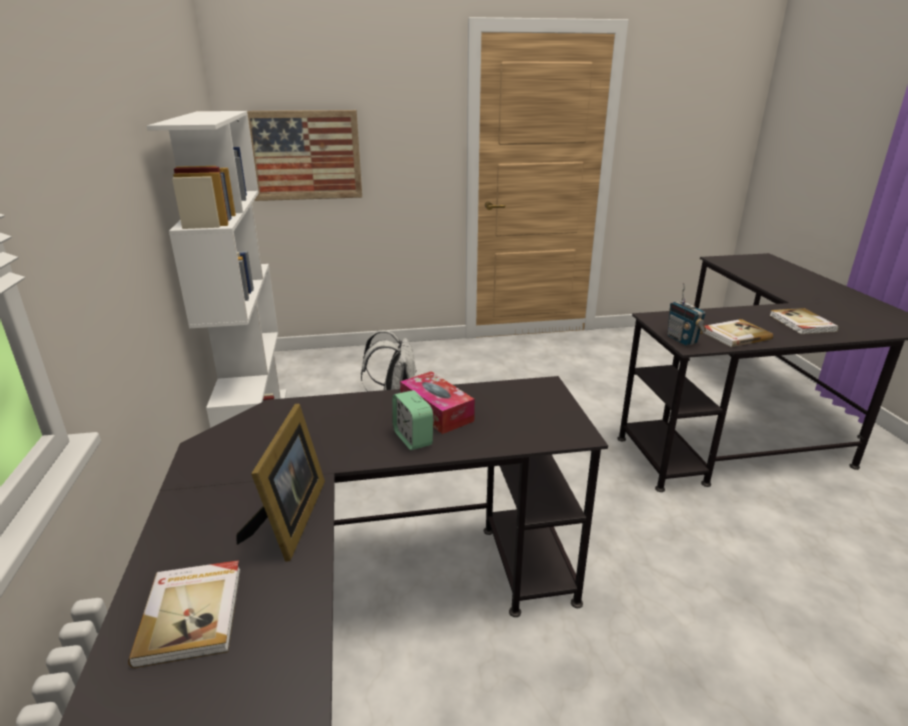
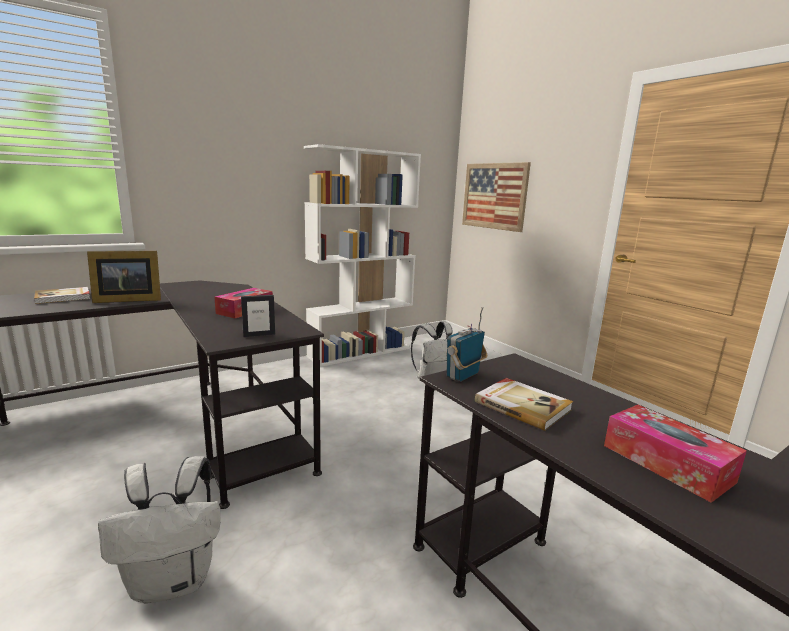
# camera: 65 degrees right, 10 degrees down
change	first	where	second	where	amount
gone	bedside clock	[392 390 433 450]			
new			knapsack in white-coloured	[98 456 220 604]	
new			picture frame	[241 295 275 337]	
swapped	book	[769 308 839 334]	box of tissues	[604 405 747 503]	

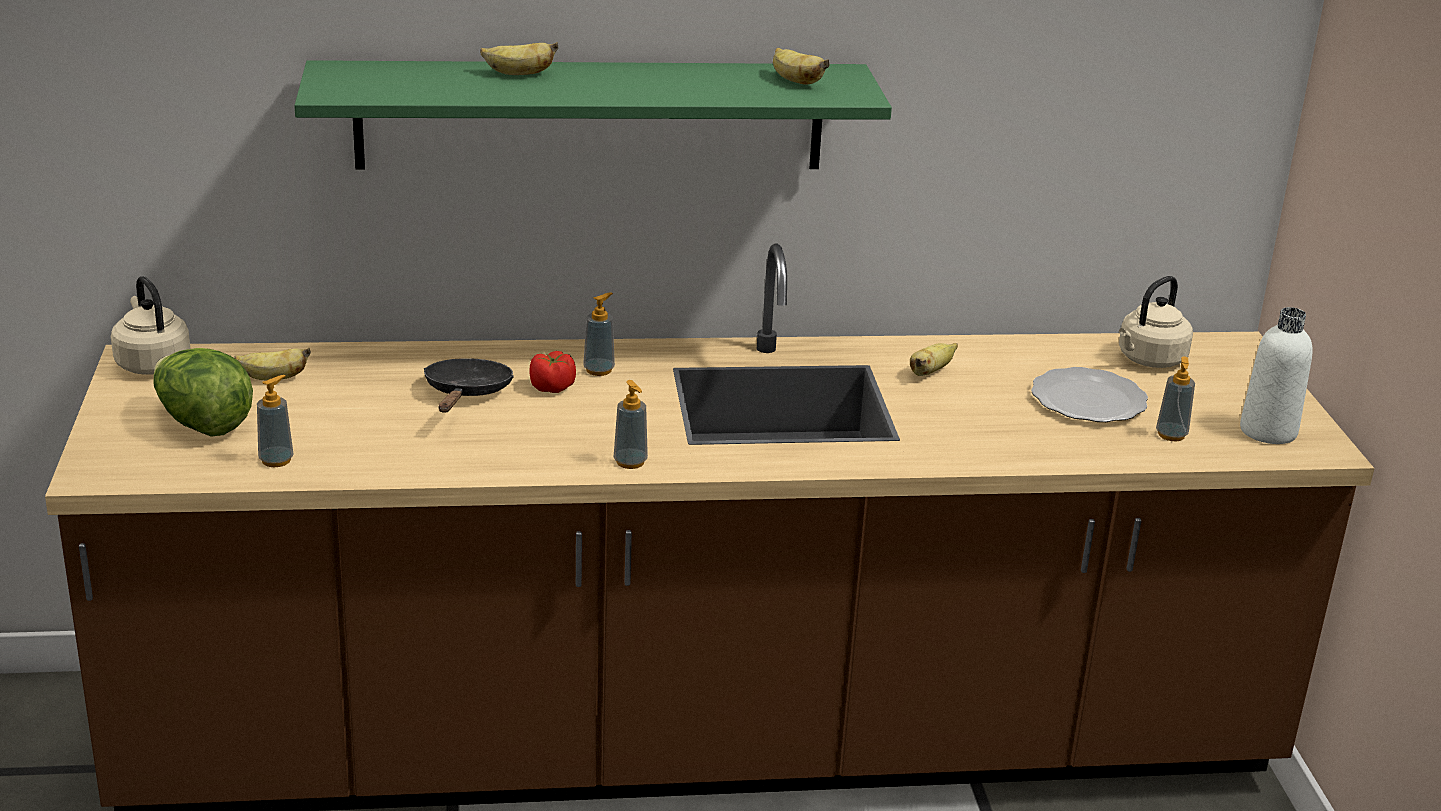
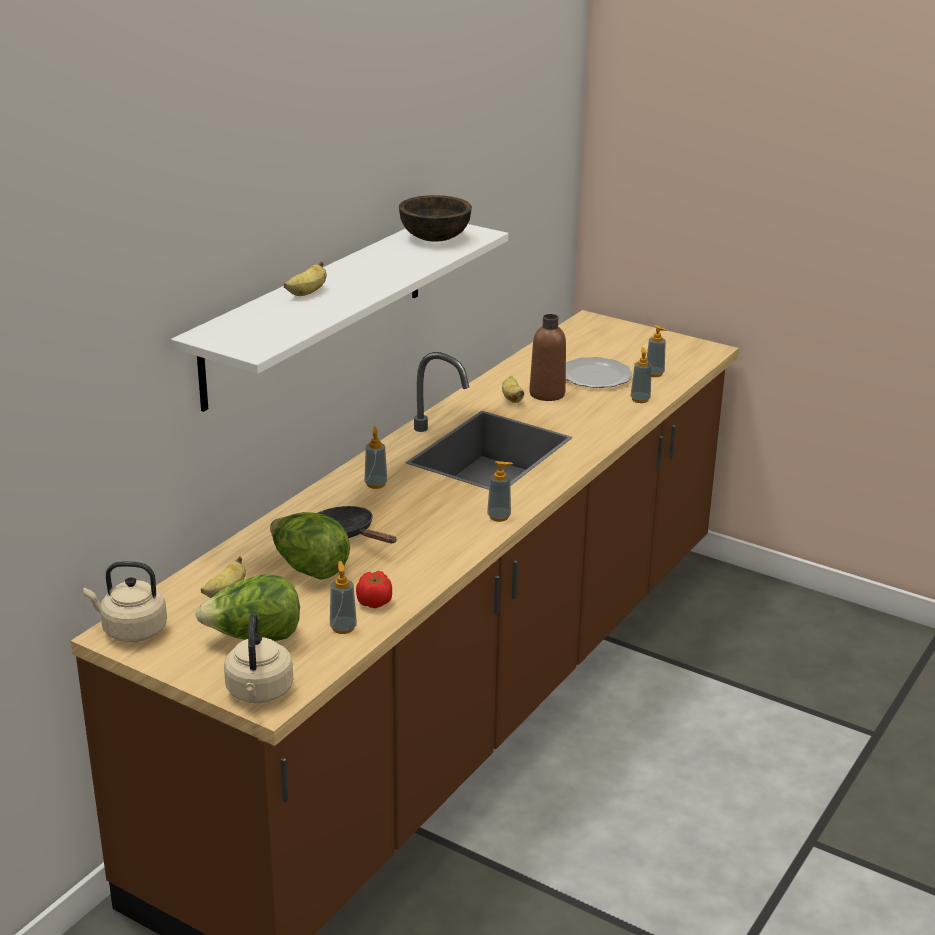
# camera: 50 degrees left, 0 degrees up
change	first	where	second	where	amount
gone	beverage bottle in white-coloured	[1240 307 1312 444]			
new			head of lettuce	[270 512 350 580]	
new			beverage bottle in brownish	[529 314 566 401]	
new			soap dispenser	[631 347 652 403]	
shifted	tomato	[529 351 576 393]		[356 571 392 608]	
shifted	water kettle in beige-coloured	[1119 276 1193 368]		[224 613 293 703]	
swapped	whole banana	[773 48 830 85]	bowl in brownish	[399 195 472 242]	
repainted	bracket shelf in green	[294 60 892 169]	bracket shelf in white-coloured	[171 224 508 412]	

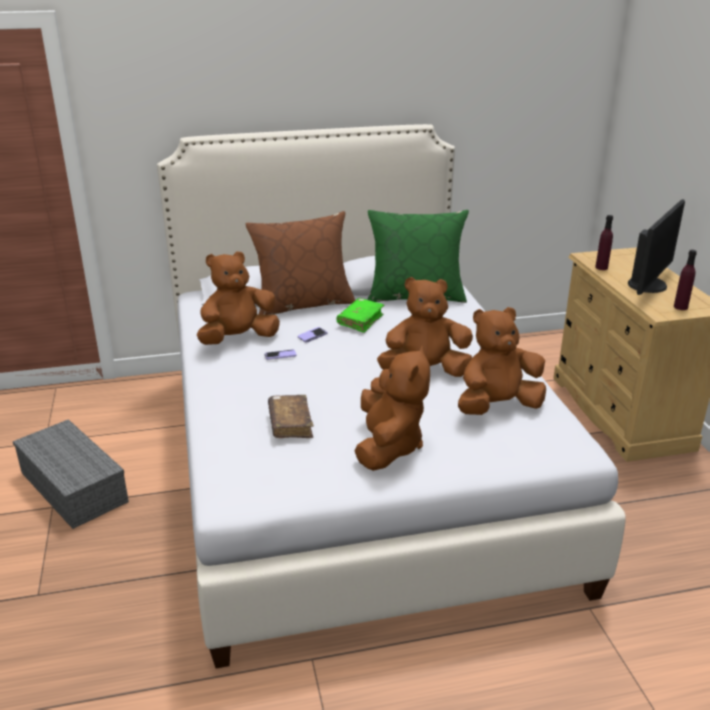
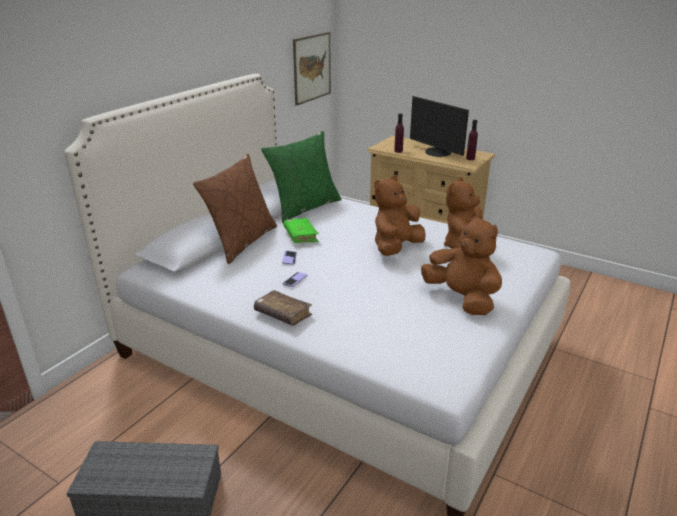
# camera: 45 degrees left, 0 degrees up
change	first	where	second	where	amount
gone	soft toy in brownish	[197 251 280 345]			
new			wall art	[293 32 331 106]	
shifted	book in brownish	[268 395 314 438]		[254 290 312 326]	
rotated	computer screen	[628 199 685 295]		[410 96 469 157]	150 degrees clockwise

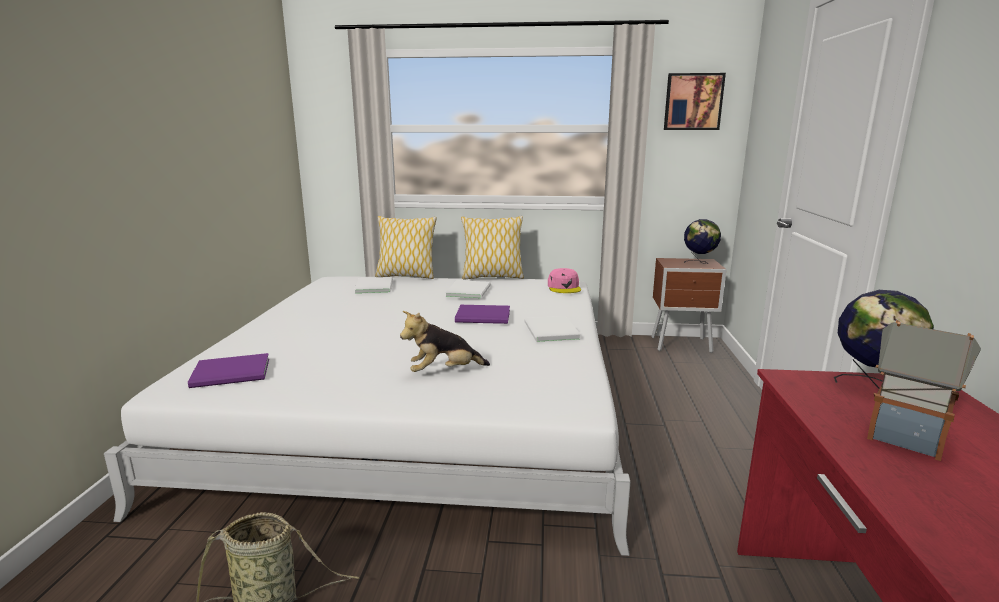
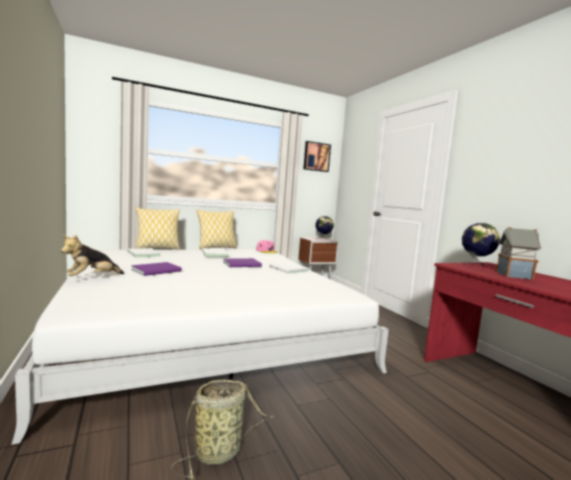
# camera: 30 degrees left, 10 degrees down
change	first	where	second	where	amount
shifted	book in purple-coloured	[188 353 269 388]		[131 262 182 276]	
shifted	soft toy	[400 311 490 372]		[61 235 124 276]	

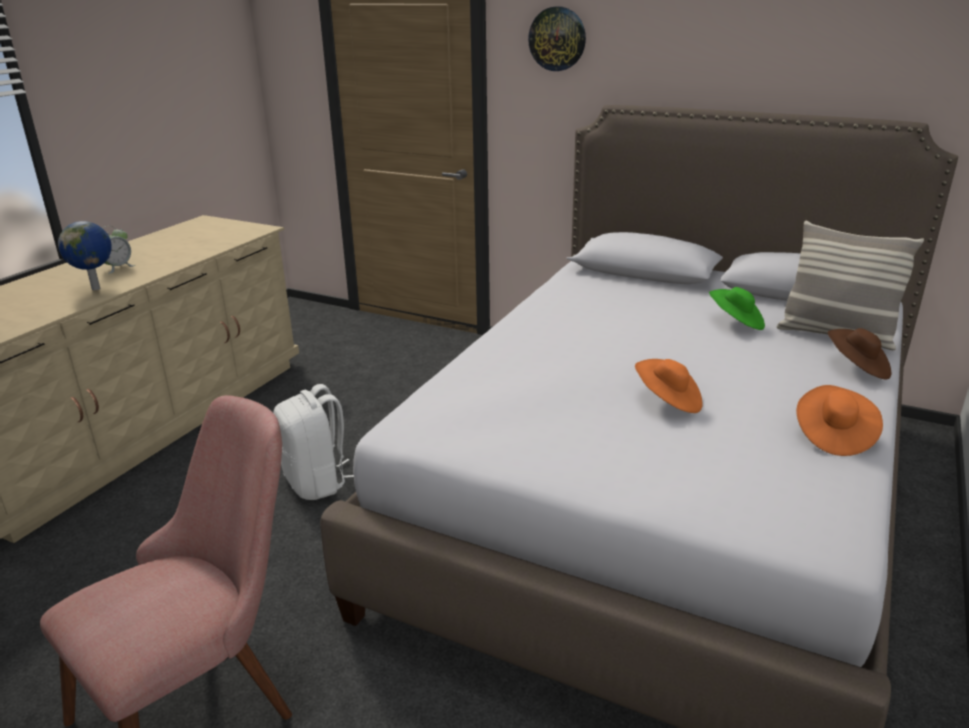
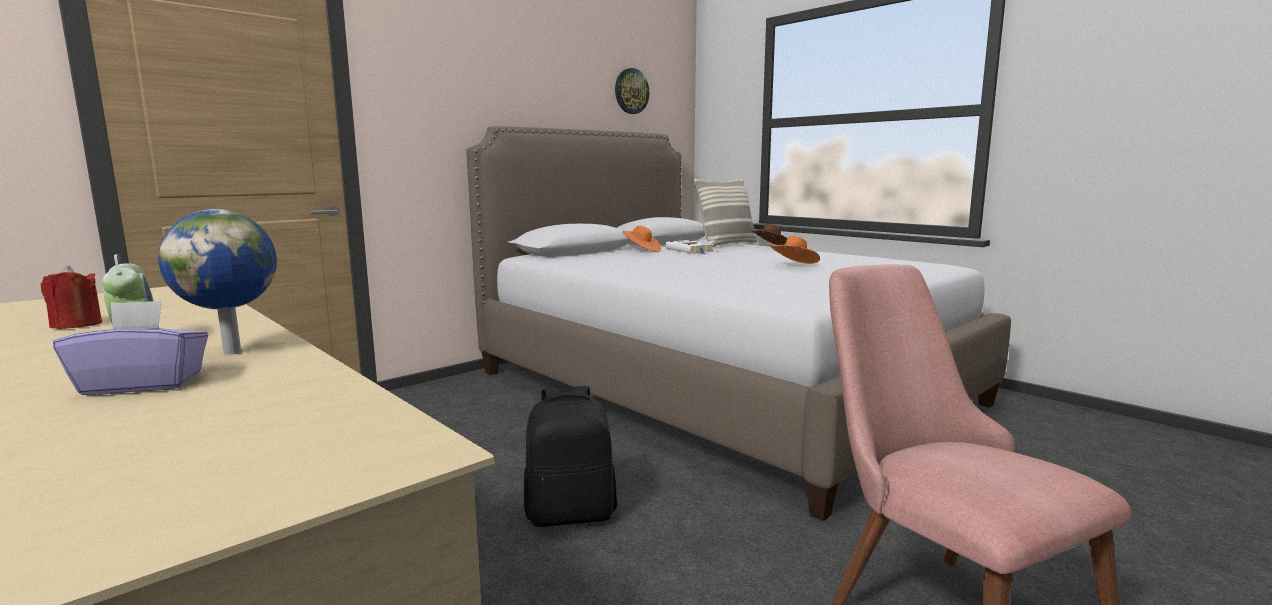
# camera: 70 degrees left, 15 degrees down
change	first	where	second	where	amount
new			wax candle in red	[41 266 102 329]	
new			box of tissues in purple-coloured	[53 300 208 395]	
shifted	wall clock	[528 6 586 71]		[615 68 649 114]	
shifted	hat in orangey	[796 385 883 456]		[622 225 661 252]	
swapped	hat in green	[709 287 765 330]	book in white-coloured	[665 240 714 254]	
repainted	knapsack in white-coloured	[273 384 354 500]	knapsack in blackish	[524 386 617 527]	

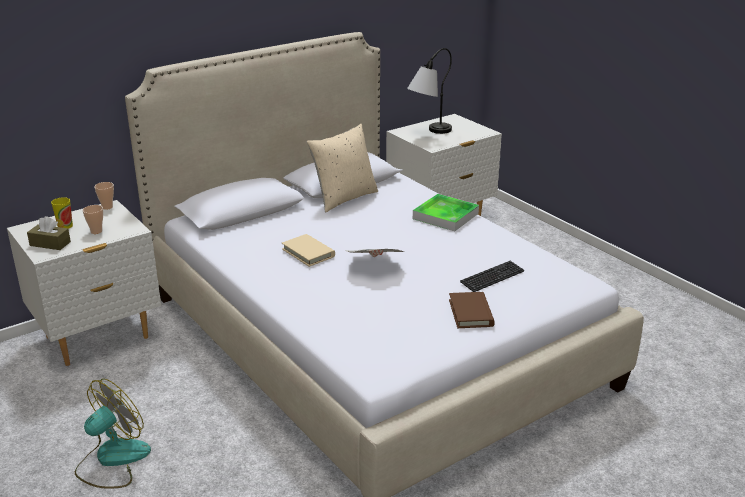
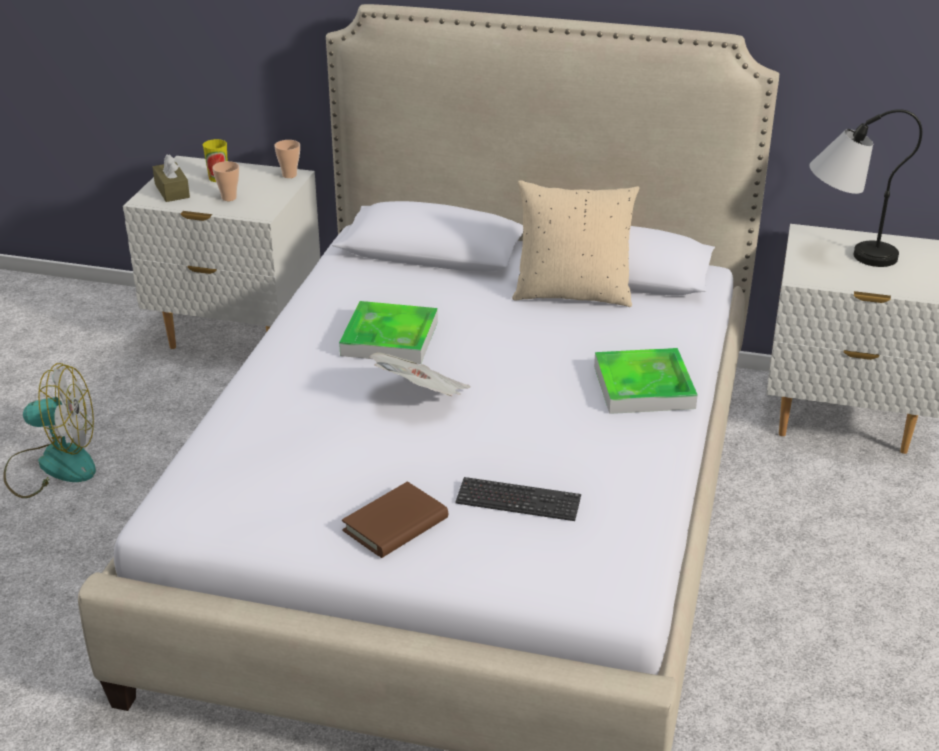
# camera: 50 degrees right, 5 degrees up
change	first	where	second	where	amount
swapped	book in beige-coloured	[282 234 335 267]	tray	[339 301 438 364]	

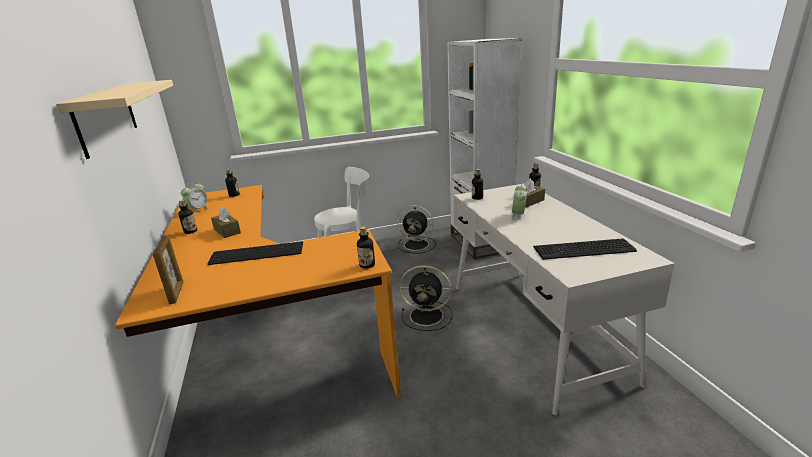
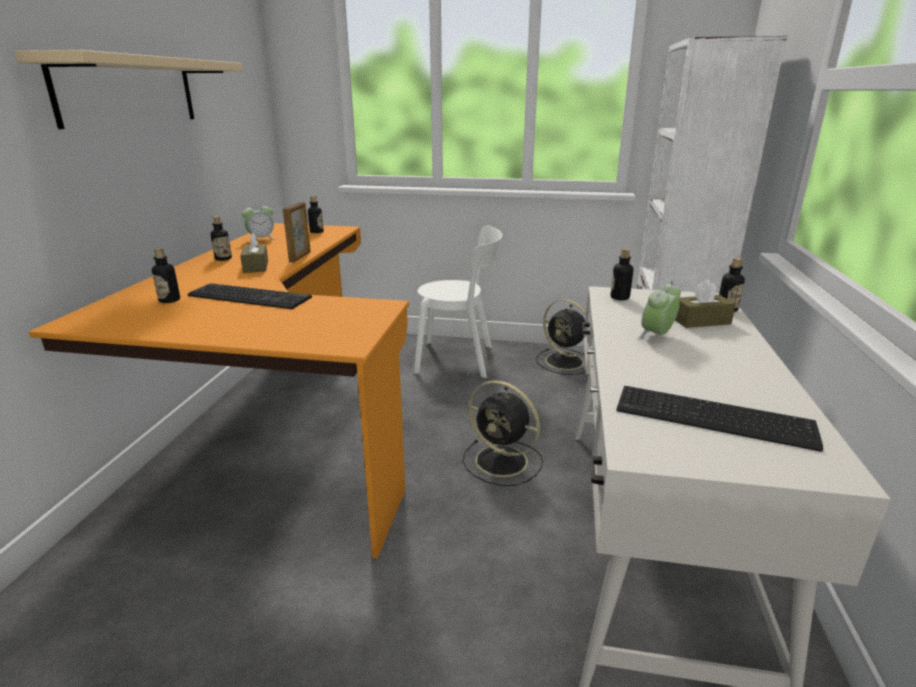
# camera: 25 degrees right, 0 degrees up
change	first	where	second	where	amount
shifted	picture frame	[153 236 183 304]		[283 201 311 263]	
shifted	beverage bottle	[357 227 375 269]		[152 248 180 303]	

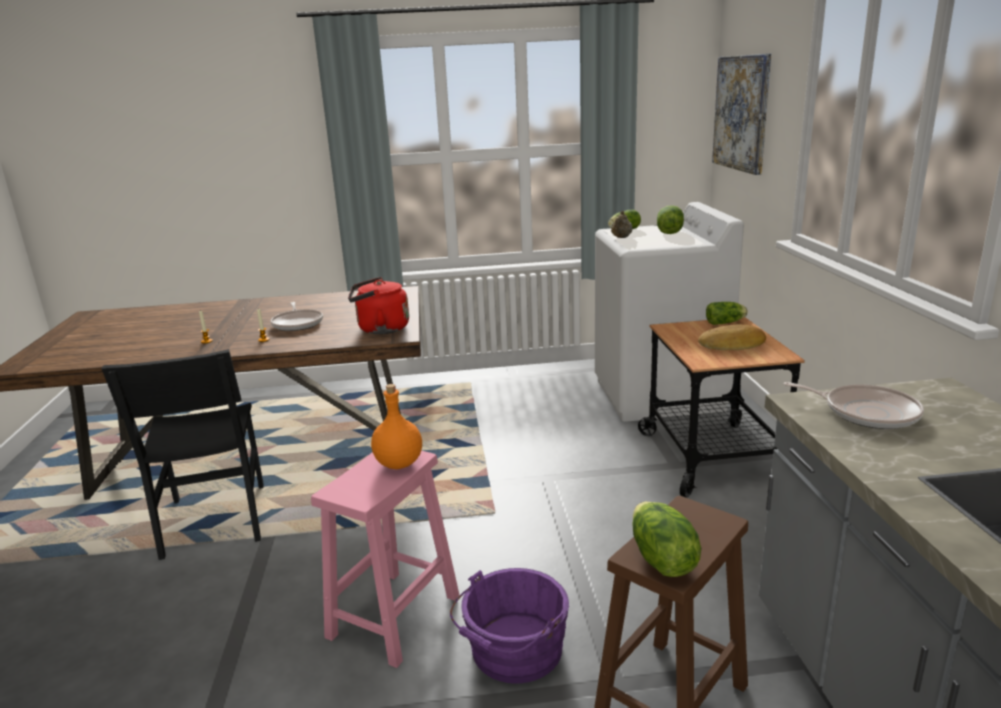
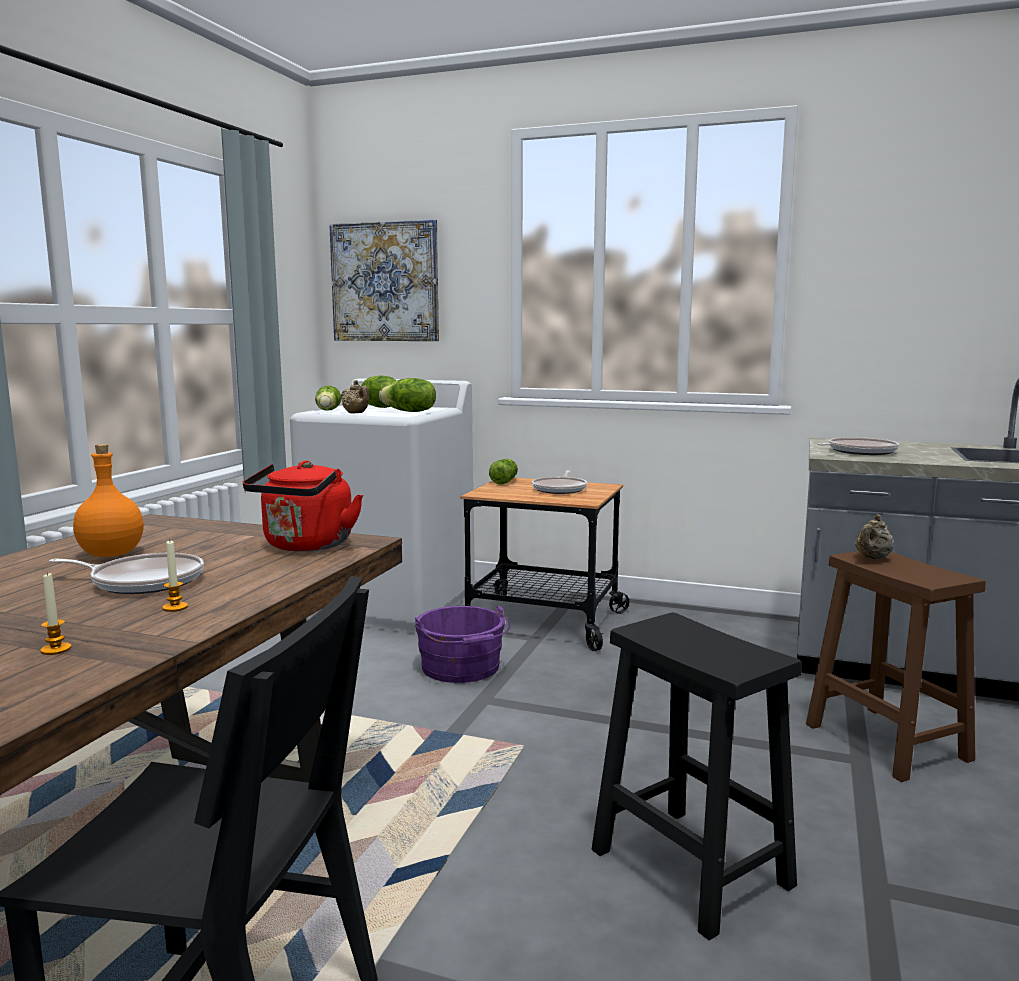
# camera: 65 degrees left, 10 degrees down
change	first	where	second	where	amount
new			pot for tea in beige-coloured	[855 514 894 559]	
shifted	beverage bottle in orangey	[371 384 422 469]		[73 444 144 557]	
shifted	pail in purple-coloured	[450 568 569 684]		[415 605 510 683]	
shifted	head of lettuce	[632 502 701 577]		[379 378 436 412]	
swapped	baked bread	[698 325 766 350]	frying pan	[532 470 587 494]	
repainted	sitting stool in pink-coloured	[311 451 459 668]	sitting stool in blackish	[592 613 802 941]	

